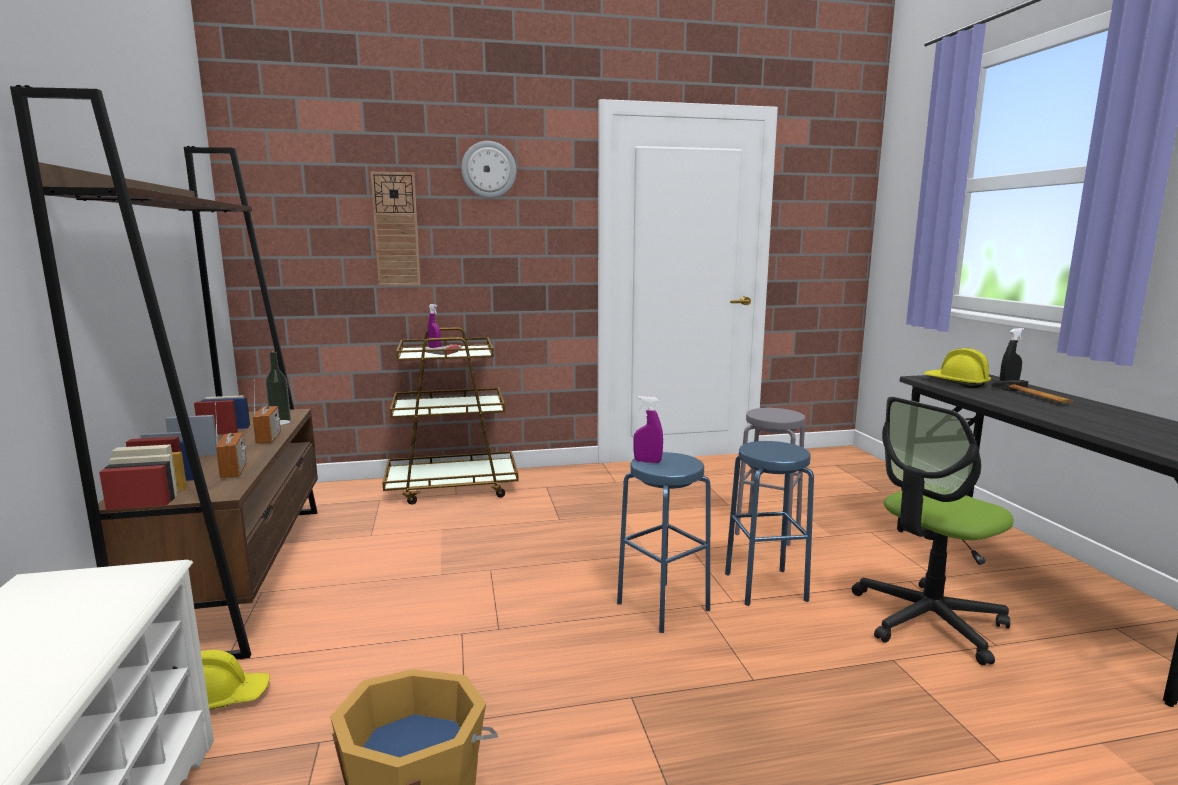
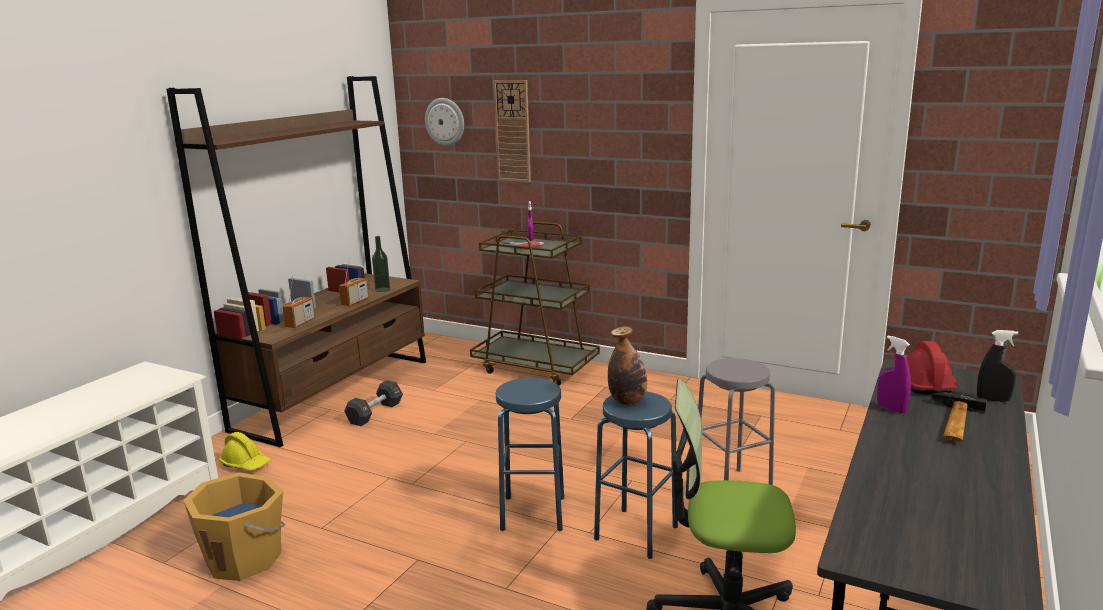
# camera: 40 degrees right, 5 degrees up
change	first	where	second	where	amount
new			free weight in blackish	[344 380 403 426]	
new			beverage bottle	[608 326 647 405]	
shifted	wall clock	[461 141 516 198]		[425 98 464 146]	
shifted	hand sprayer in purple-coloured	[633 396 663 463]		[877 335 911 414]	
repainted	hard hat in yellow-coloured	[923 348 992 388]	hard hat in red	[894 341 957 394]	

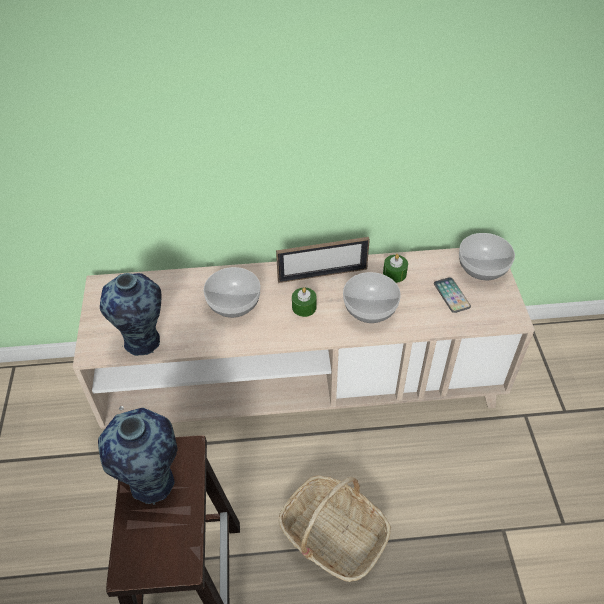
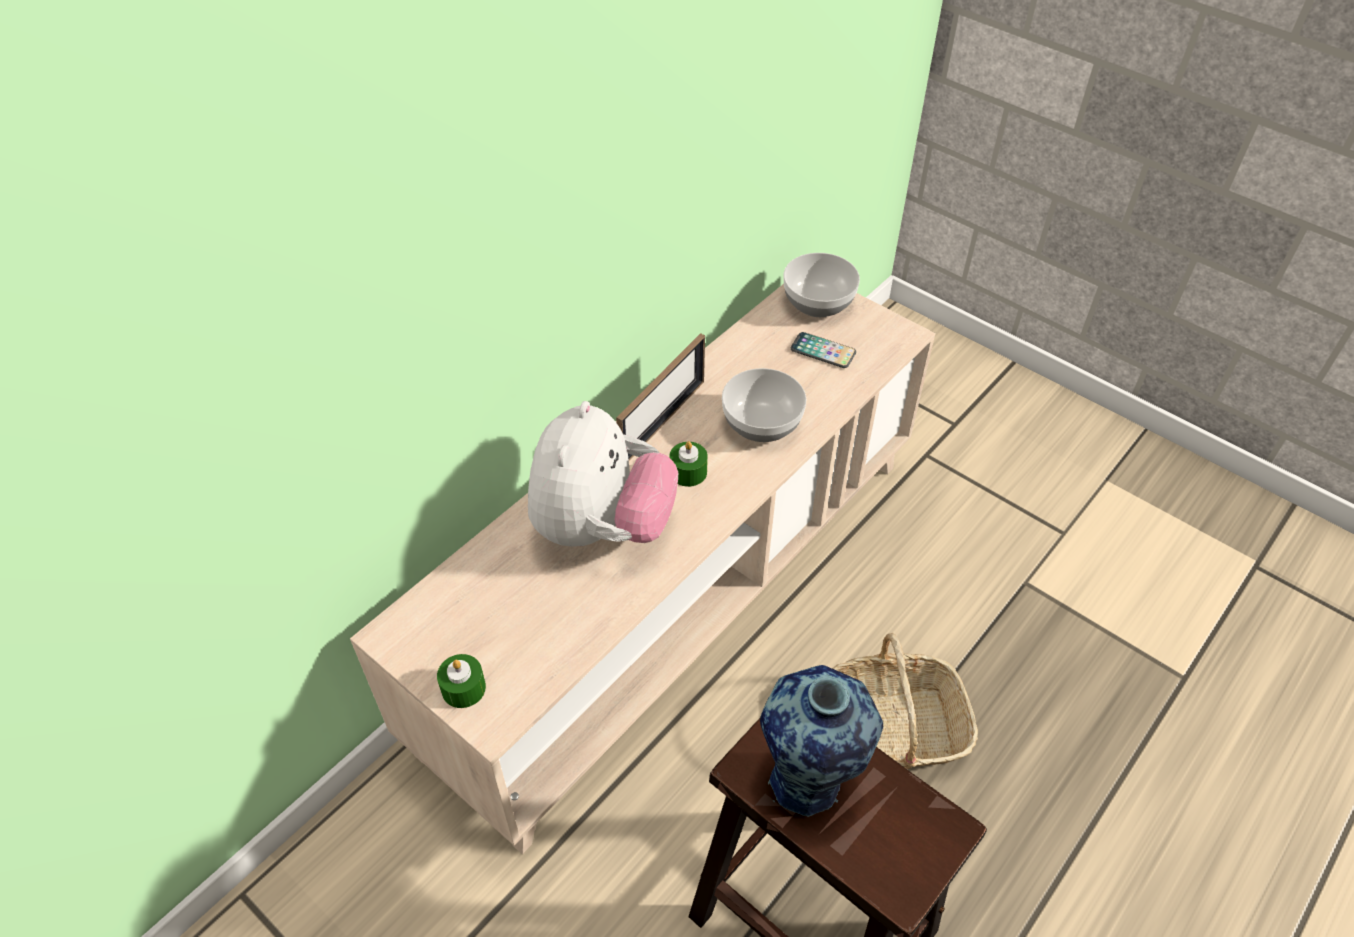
# camera: 45 degrees left, 0 degrees up
change	first	where	second	where	amount
gone	vase	[100 273 161 356]			
shifted	wax candle in green	[383 254 408 283]		[437 654 486 708]	
swapped	bowl	[204 267 260 318]	soft toy	[528 401 678 547]	

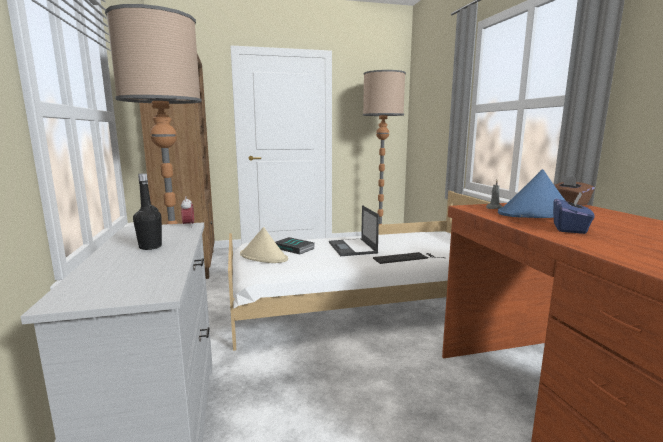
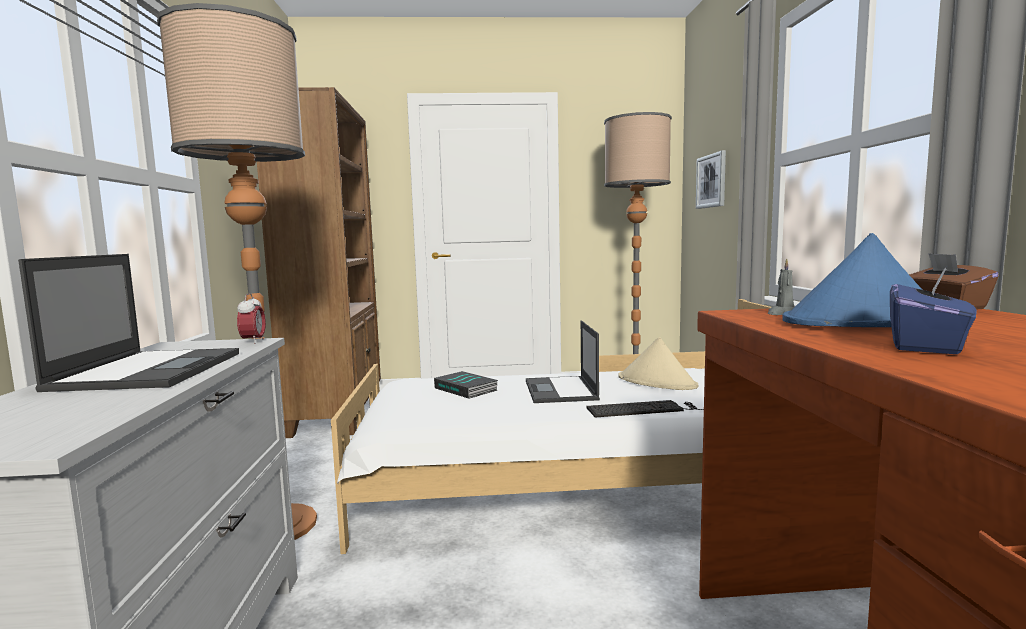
# camera: 10 degrees right, 5 degrees down
change	first	where	second	where	amount
new			wall art	[696 150 726 209]	
shifted	hat in beige-coloured	[240 227 288 263]		[618 337 698 390]	
swapped	beverage bottle in blackish	[133 173 162 250]	laptop	[18 254 239 392]	

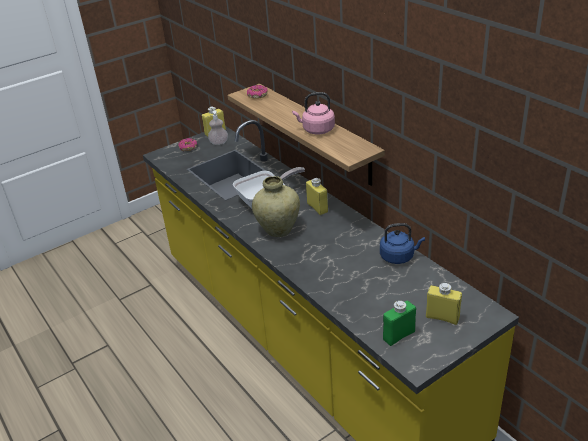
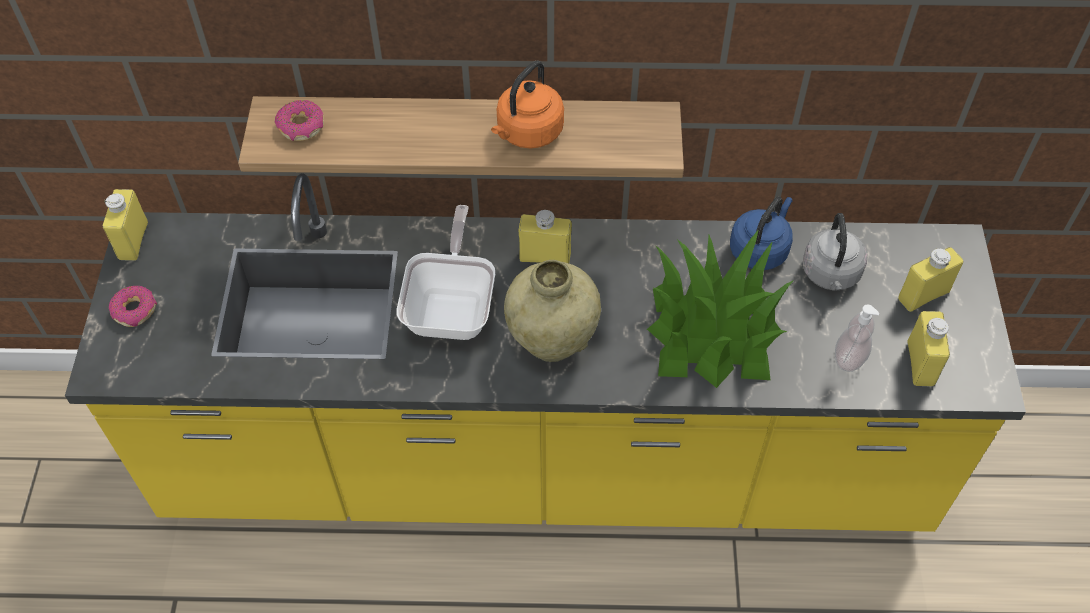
# camera: 55 degrees left, 20 degrees up
change	first	where	second	where	amount
new			potted plant	[647 229 794 388]	
new			water kettle in grey	[803 213 867 291]	
shifted	soap dispenser	[208 110 228 145]		[835 304 879 372]	
repainted	water kettle in pink-coloured	[292 92 335 134]	water kettle in orangey	[491 61 564 148]	
repainted	beverage bottle in green	[383 301 416 346]	beverage bottle in yellow-coloured	[907 311 950 387]	

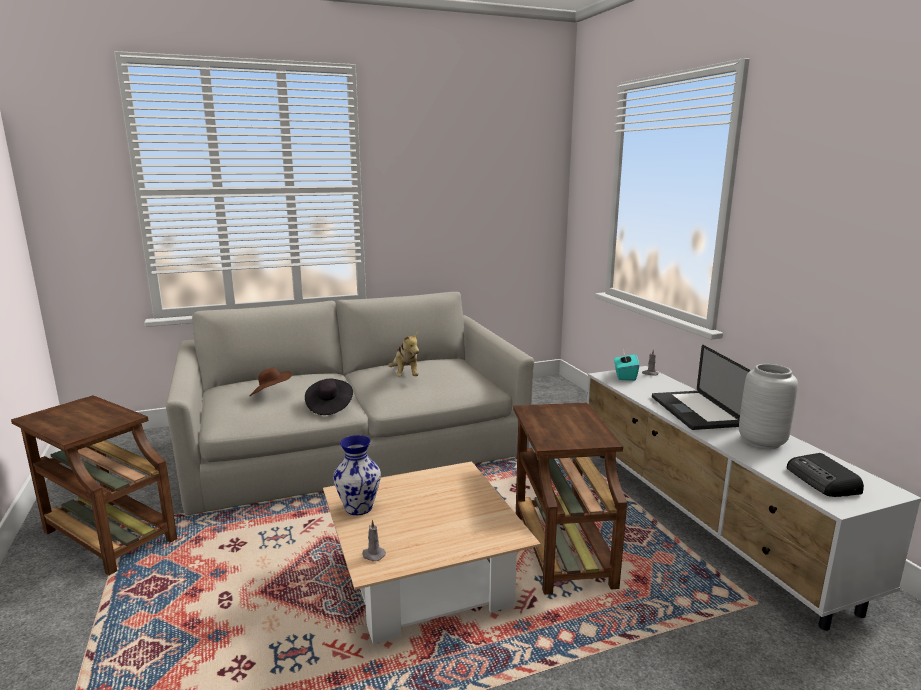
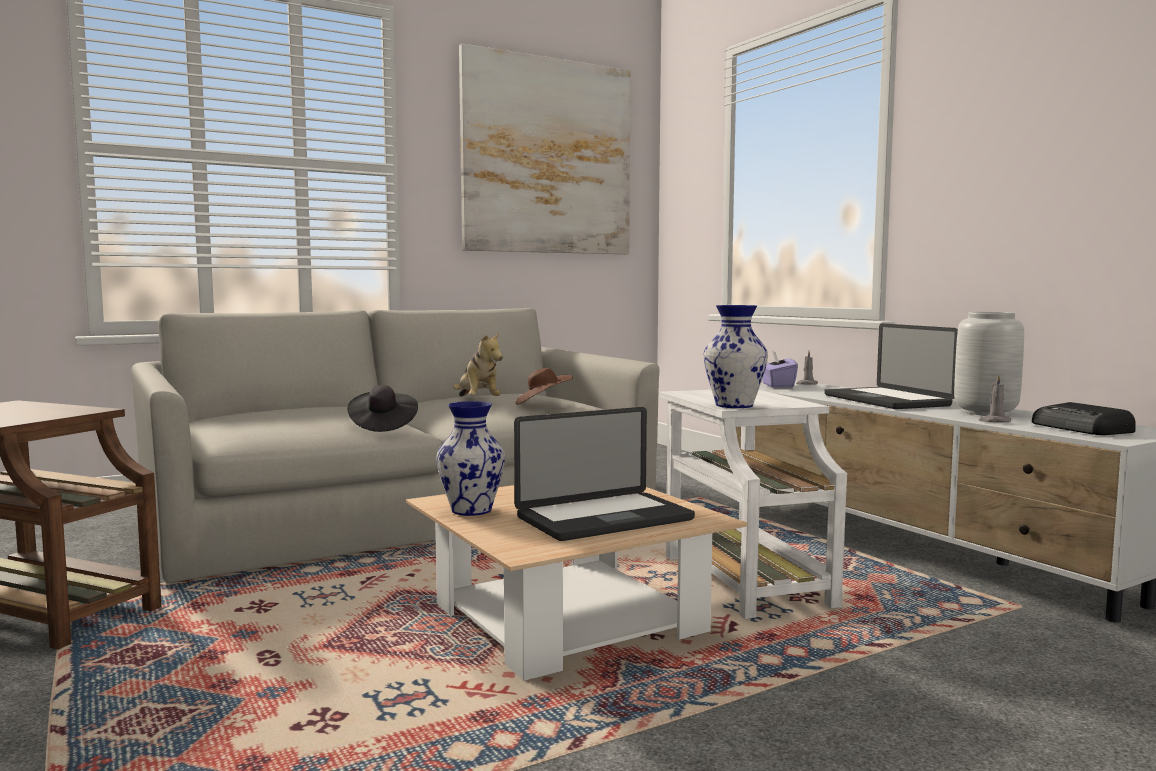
# camera: 10 degrees left, 10 degrees down
change	first	where	second	where	amount
new			wall art	[459 44 631 254]	
new			laptop	[514 407 695 541]	
new			vase	[703 305 768 408]	
shifted	hat in brownish	[250 368 292 396]		[515 368 573 405]	
shifted	wax candle in grey	[362 519 386 561]		[979 374 1011 422]	
repainted	side table in brownish	[513 402 627 595]	side table in white-coloured	[659 390 847 619]	
repainted	box of tissues in turquoise	[614 349 639 381]	box of tissues in purple-coloured	[762 351 798 388]	

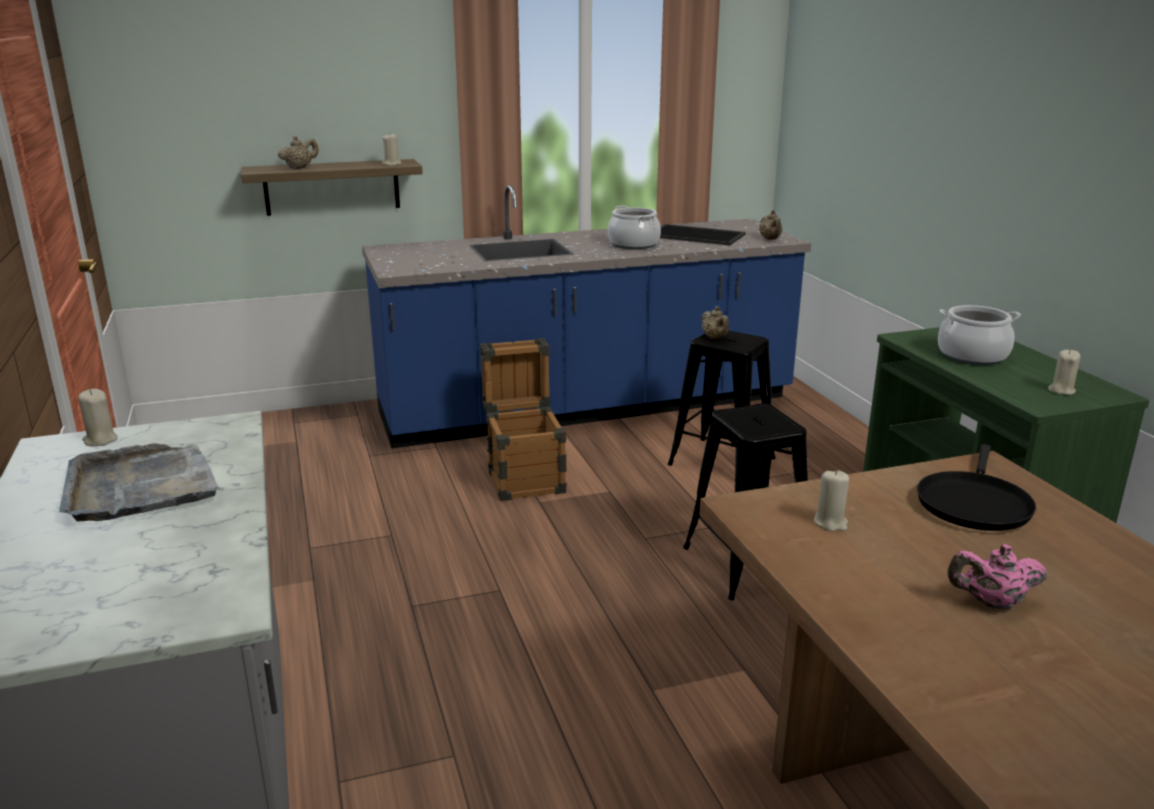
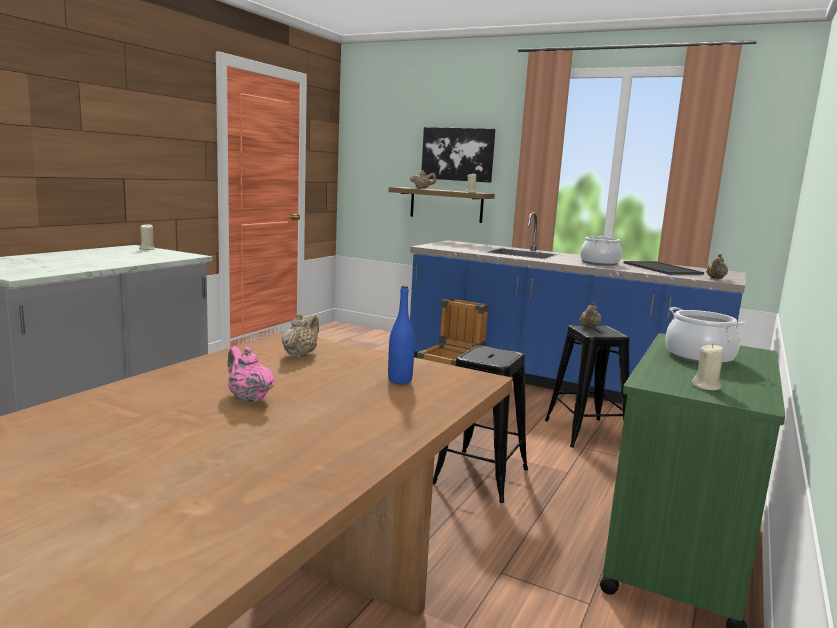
# camera: 45 degrees right, 10 degrees down
change	first	where	second	where	amount
gone	tray in grey	[59 443 221 521]			
new			wall art	[421 127 495 183]	
swapped	wax candle in beige-coloured	[814 470 849 531]	pot for tea in beige-coloured	[282 313 319 358]	
swapped	frying pan in blackish	[917 444 1036 531]	beverage bottle in blue-coloured	[388 286 415 384]	

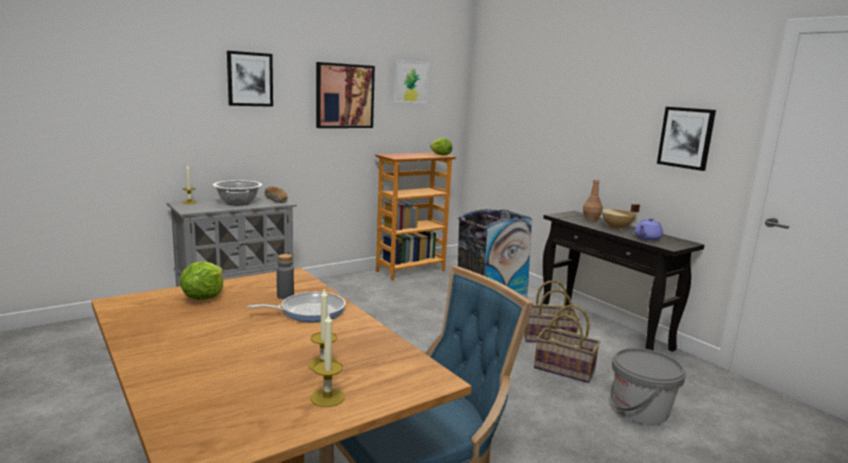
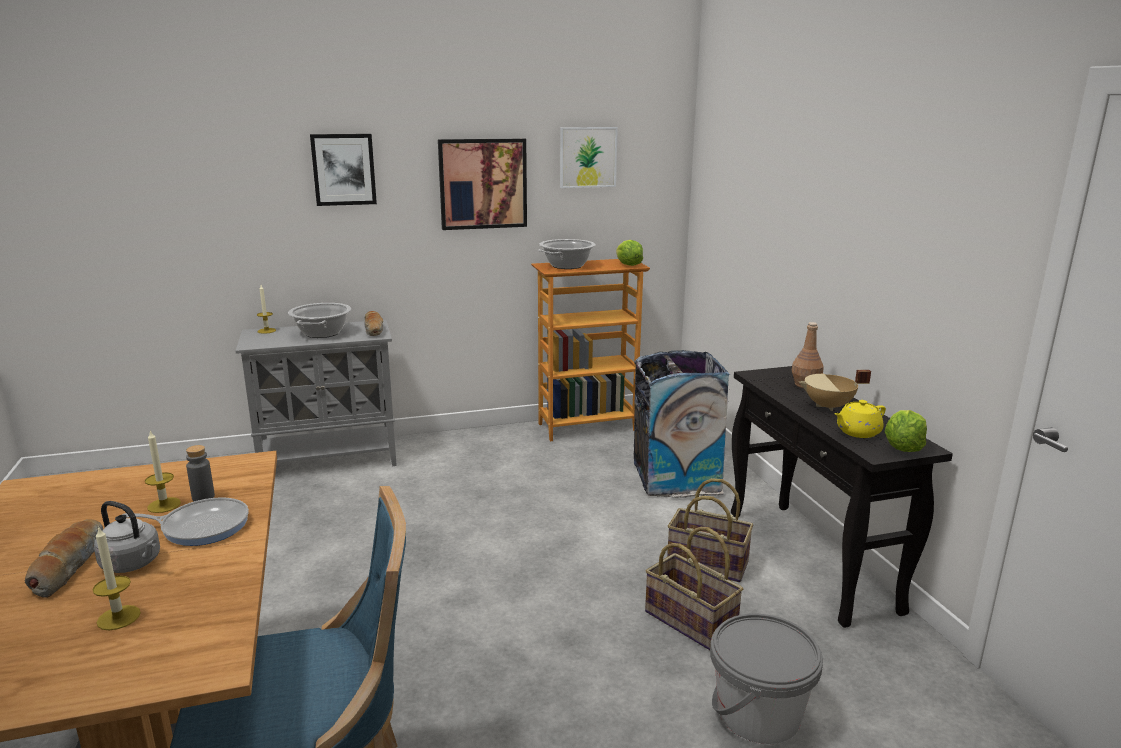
# camera: 20 degrees right, 5 degrees up
change	first	where	second	where	amount
gone	wall art	[657 107 716 171]			
new			baked bread	[25 519 103 598]	
new			water kettle in grey	[94 501 160 573]	
new			saucepot	[538 239 596 269]	
shifted	head of lettuce	[180 261 223 300]		[885 410 927 452]	
shifted	wax candle	[310 312 345 407]		[145 430 181 513]	
repainted	pot for tea in purple-coloured	[635 218 663 241]	pot for tea in yellow-coloured	[834 400 886 438]	

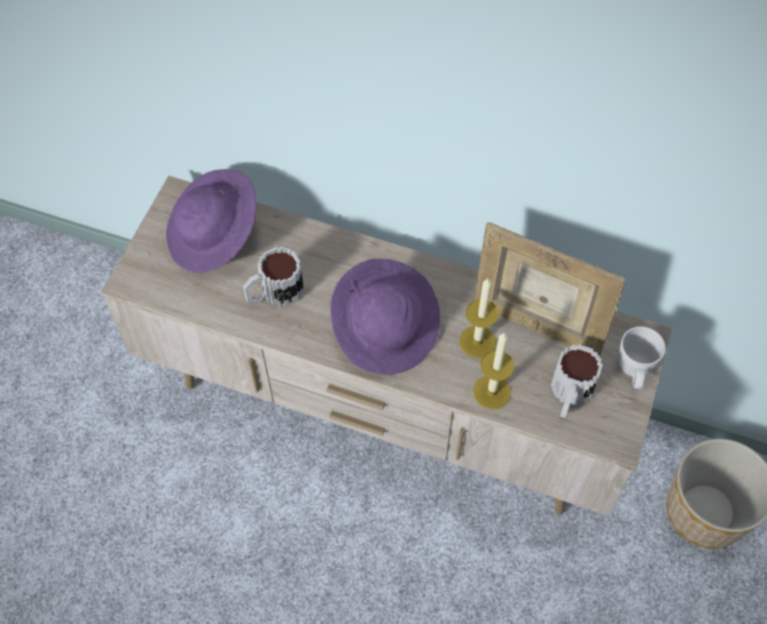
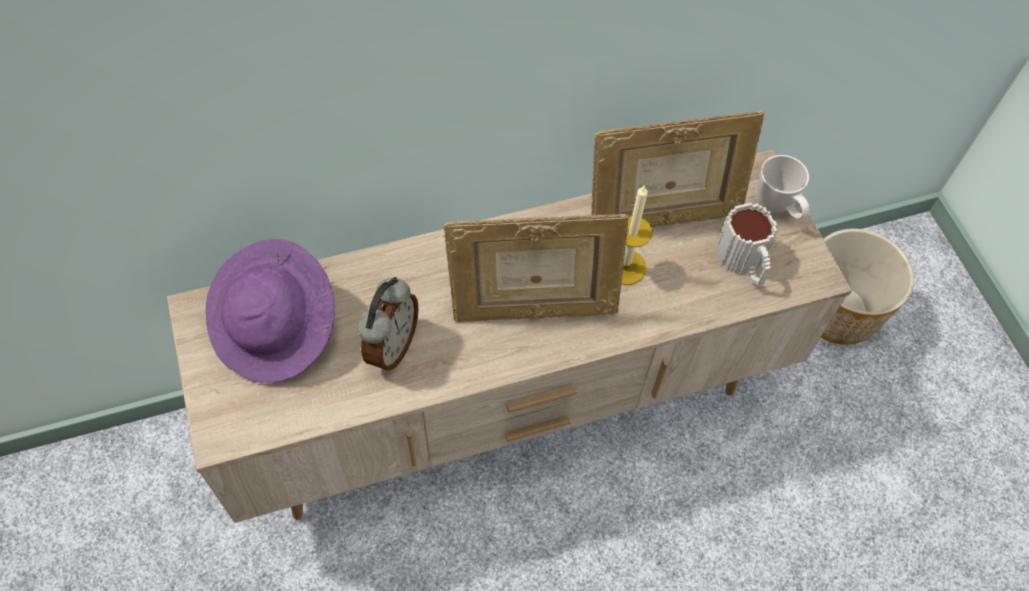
# camera: 40 degrees left, 0 degrees up
change	first	where	second	where	amount
gone	wax candle	[473 333 514 409]			
swapped	coffee mug	[243 247 304 307]	bedside clock	[357 277 419 371]	
swapped	hat in purple-coloured	[330 259 440 375]	picture frame	[443 214 629 322]	

